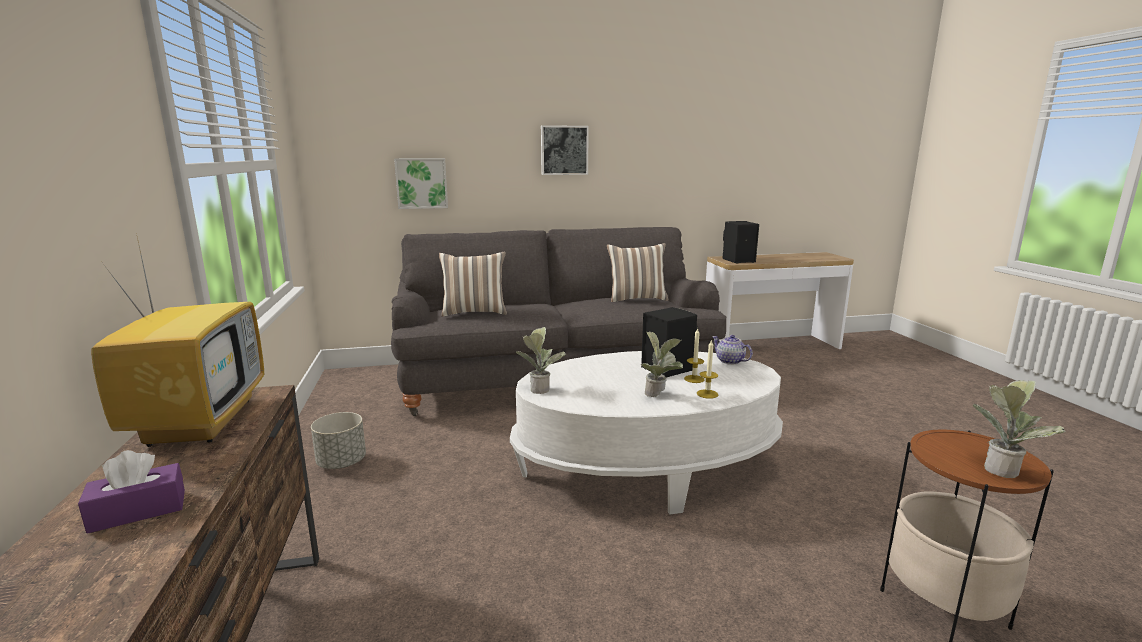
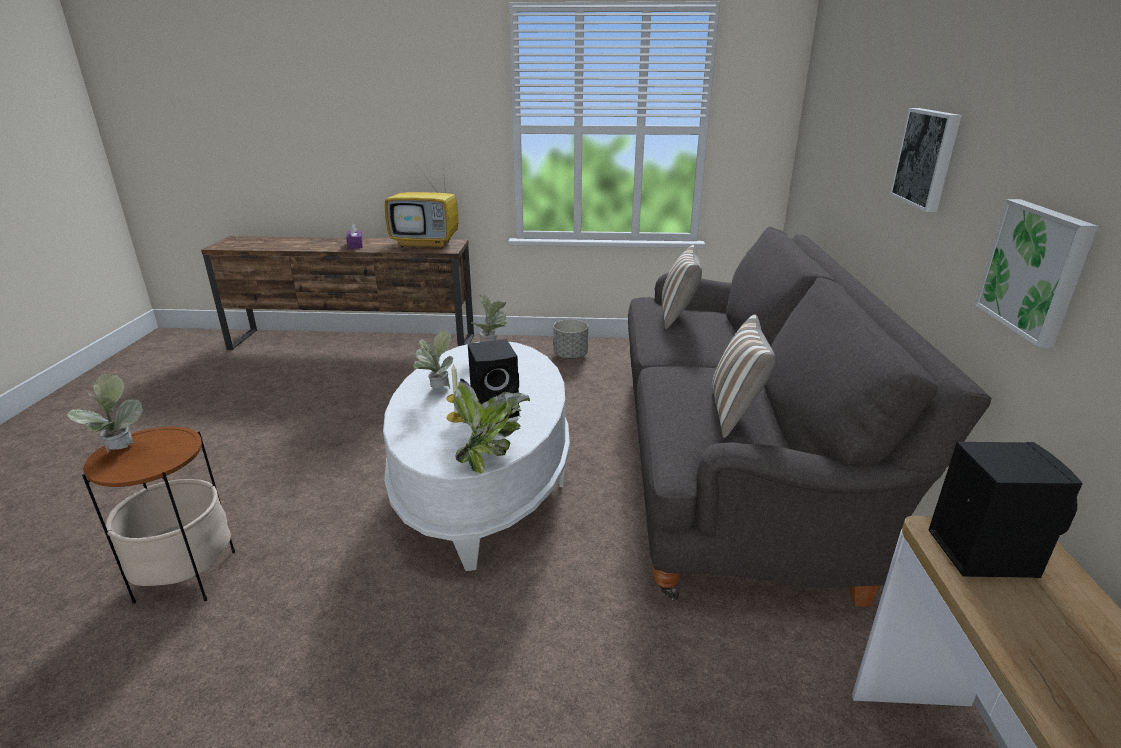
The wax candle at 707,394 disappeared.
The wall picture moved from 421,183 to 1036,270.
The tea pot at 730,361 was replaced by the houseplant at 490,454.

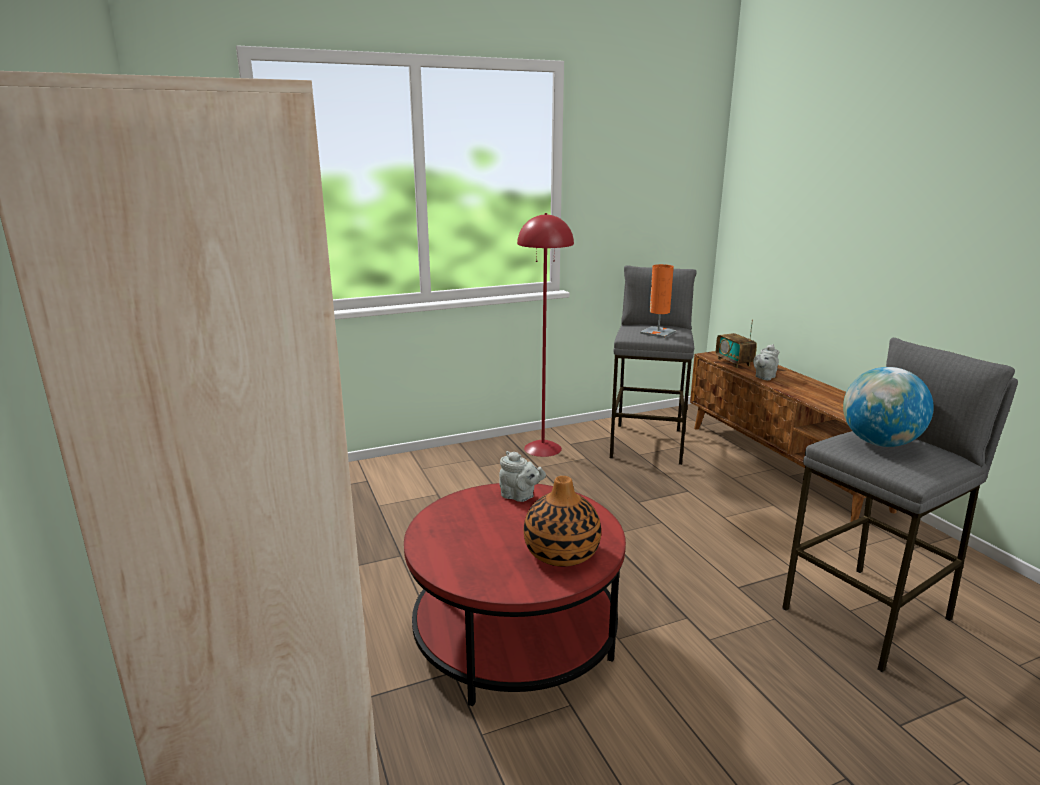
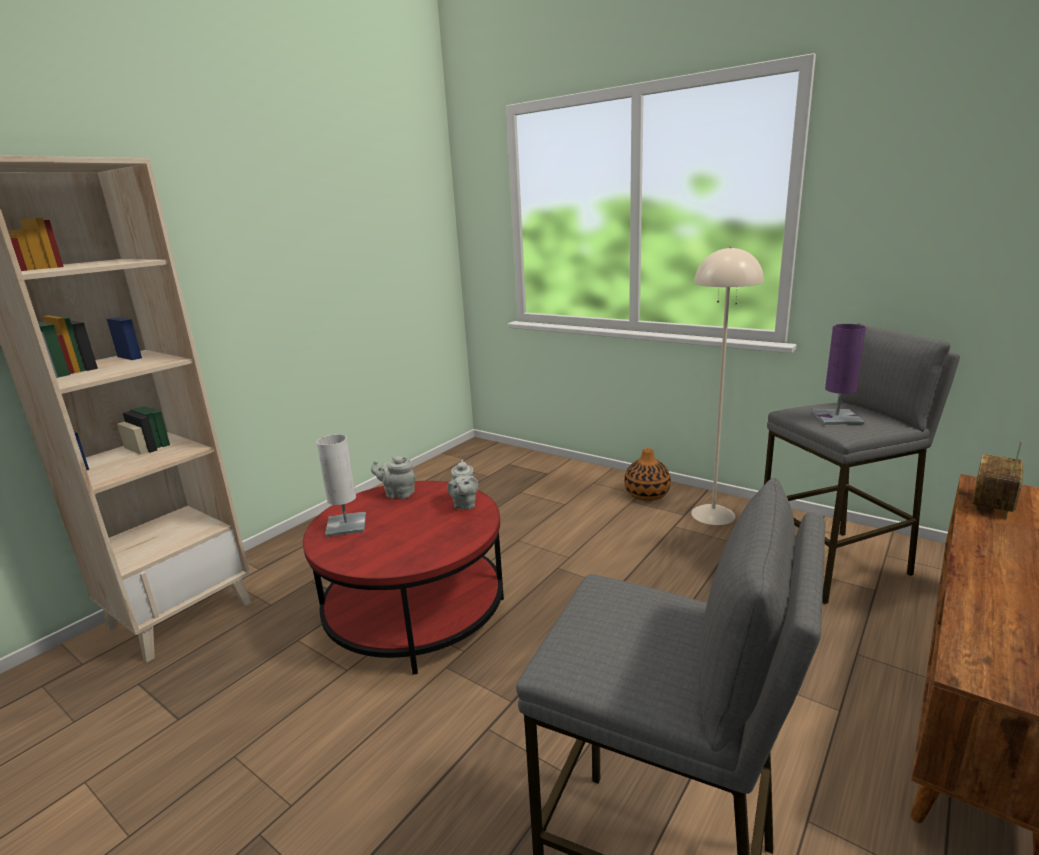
The desk globe at 879,443 disappeared.
The table lamp (whitish) at 346,525 appeared.
The decorative vase moved from 561,552 to 647,494.
The tea pot (greyish) moved from 764,377 to 398,494.
The standing lamp (reddish) at 543,448 became the standing lamp (beige) at 713,514.
The table lamp (orange-coloured) at 658,332 became the table lamp (purplish) at 836,418.

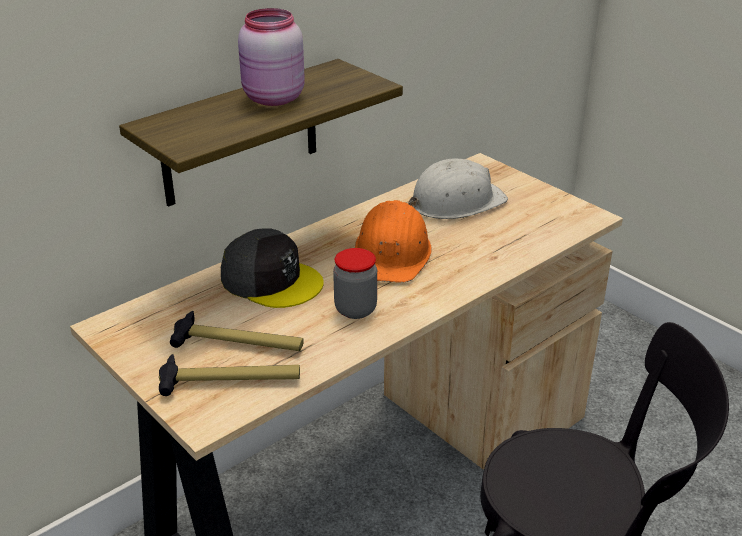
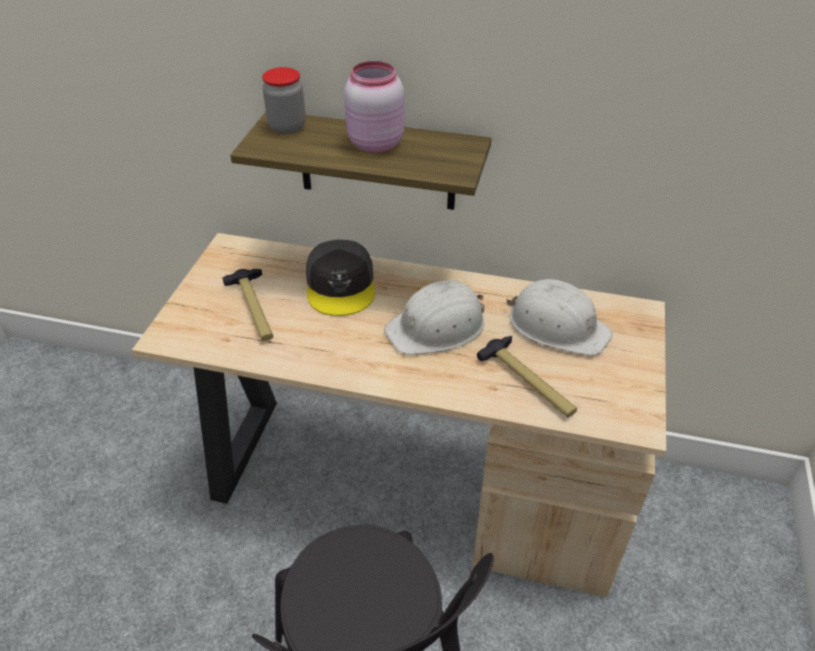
The hammer moved from 230,380 to 529,382.
The storage jar moved from 355,309 to 287,127.
The hard hat (orange-coloured) at 393,253 became the hard hat (whitish) at 437,327.

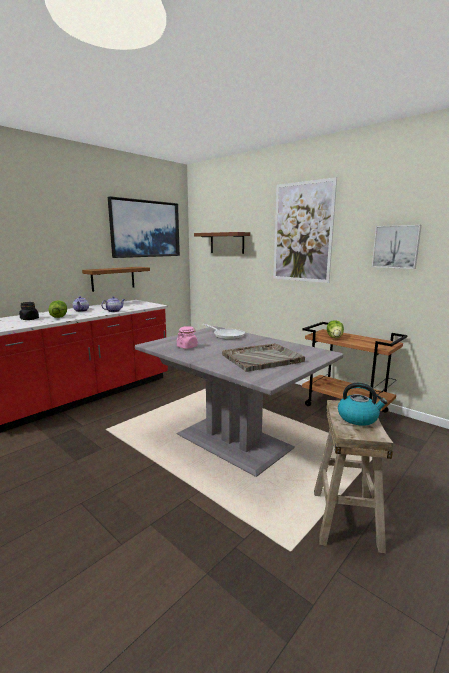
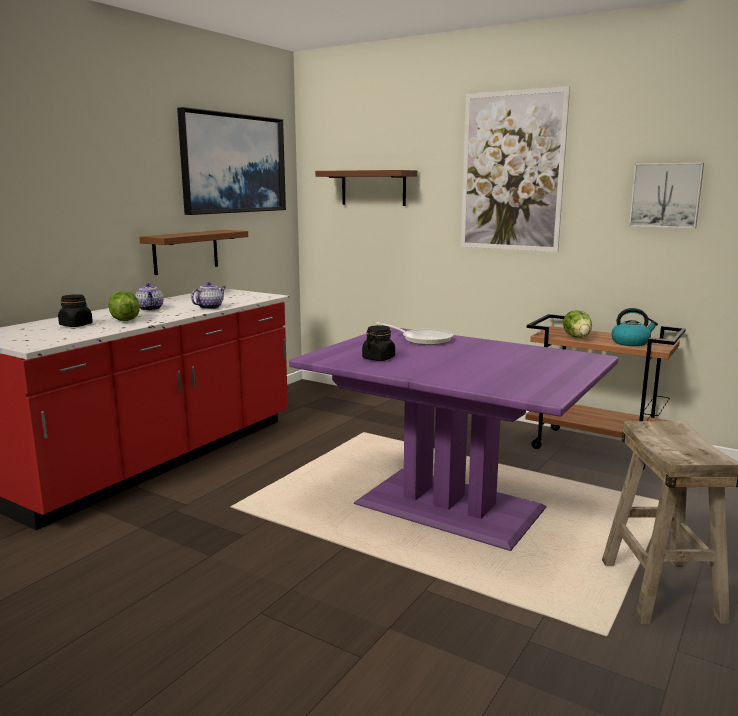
The carrying tray (greyish) at 263,358 disappeared.
The tea kettle moved from 358,418 to 631,343.
The dinner table (greyish) at 234,440 became the dinner table (purplish) at 450,505.
The storage jar (pink) at 187,347 became the storage jar (black-coloured) at 378,358.

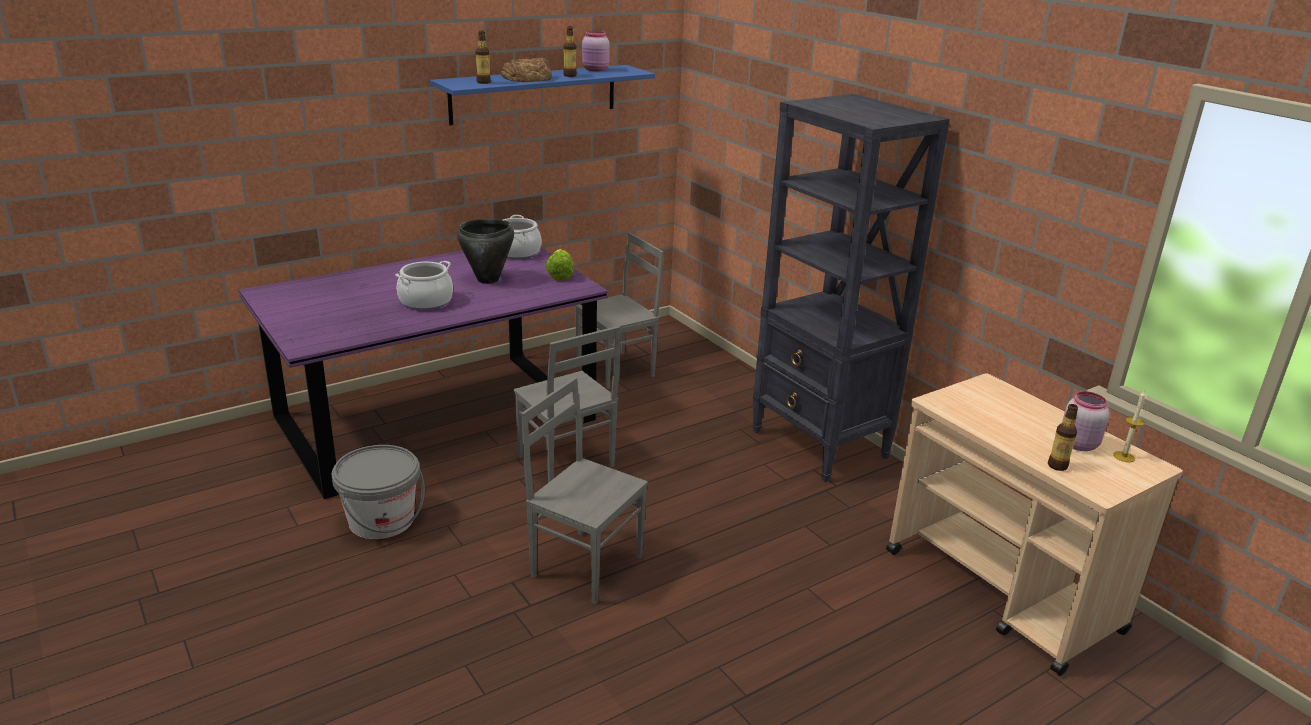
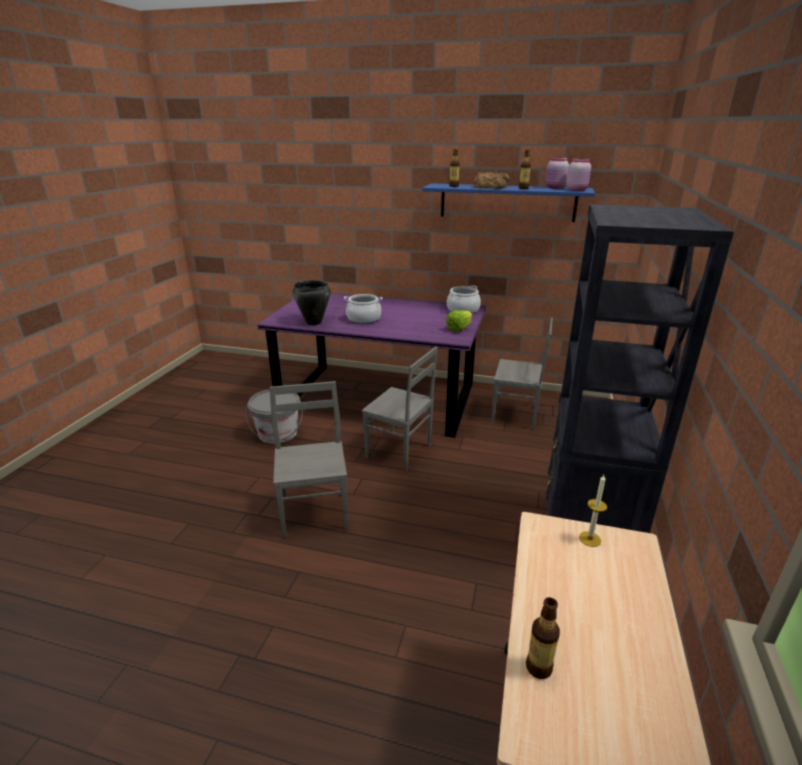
The cooking pot (black-coloured) moved from 488,280 to 313,322.
The storage jar (pink) moved from 1077,444 to 577,190.
The wax candle moved from 1124,456 to 590,539.
The upright chair (greyish) at 565,463 turned 75 degrees counterclockwise.

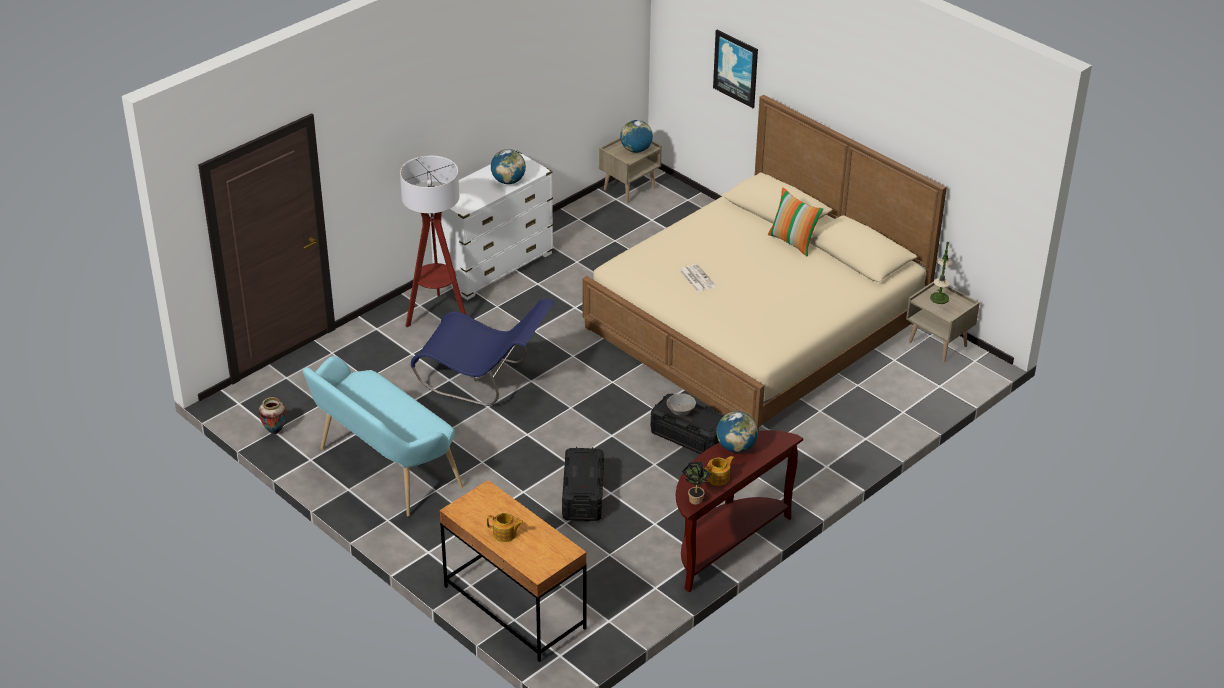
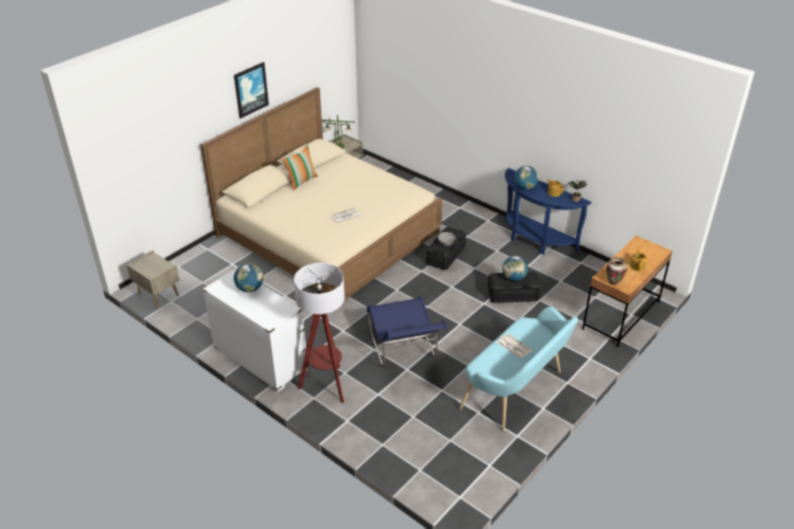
The daily paper at 513,346 appeared.
The decorative vase moved from 275,431 to 613,282.
The desk globe moved from 636,150 to 514,278.
The wall picture moved from 736,68 to 250,89.
The hall table (brown) at 725,543 became the hall table (blue) at 535,240.
The upright chair (blue) at 484,380 turned 150 degrees clockwise.

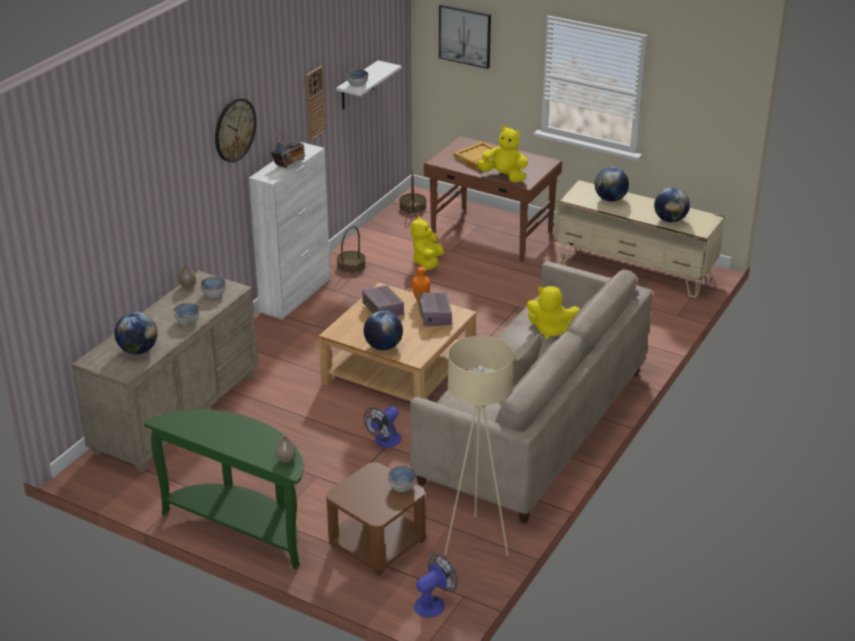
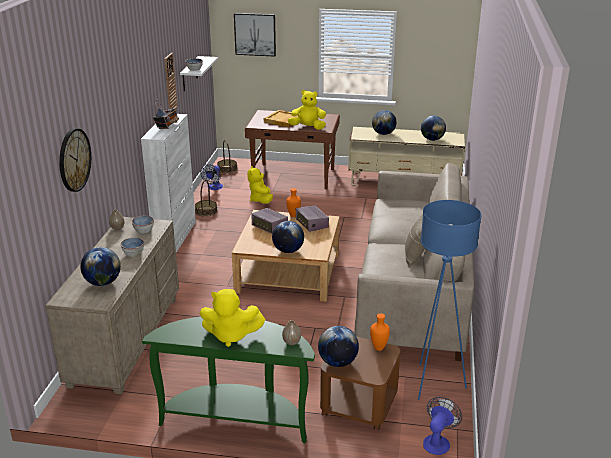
The desk globe at 337,362 appeared.
The hanging clock moved from 234,129 to 74,160.
The cooling fan moved from 385,442 to 214,188.
The soft toy (yellowish) moved from 552,330 to 231,335.
The serving bowl at 402,486 was replaced by the decorative vase (orange-coloured) at 379,348.
The standing lamp (beige) at 476,541 became the standing lamp (blue) at 434,383.

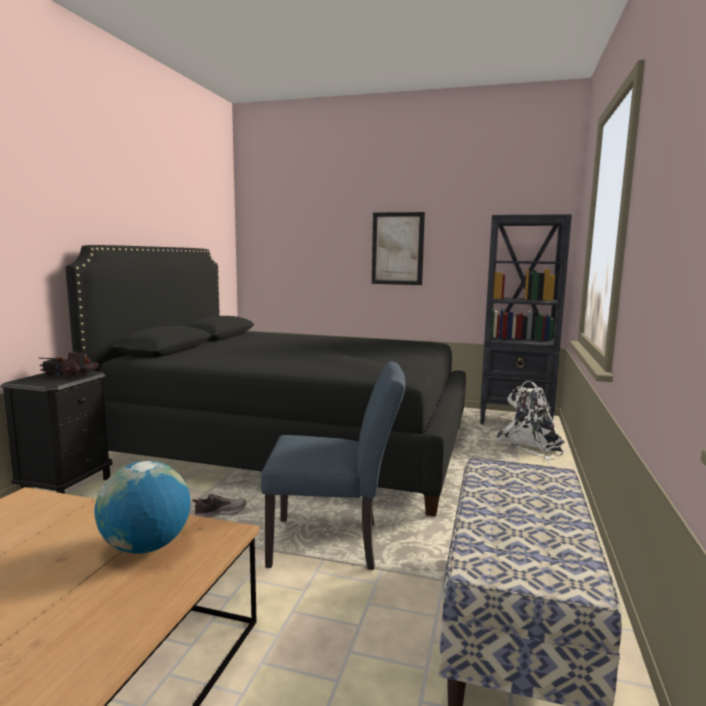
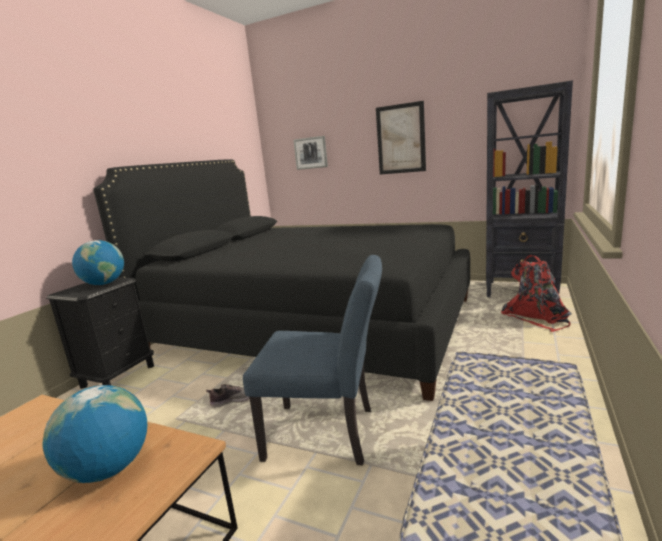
The wall picture at 311,153 appeared.
The model truck at 69,375 was replaced by the desk globe at 104,284.
The knapsack (whitish) at 531,445 became the knapsack (reddish) at 537,317.

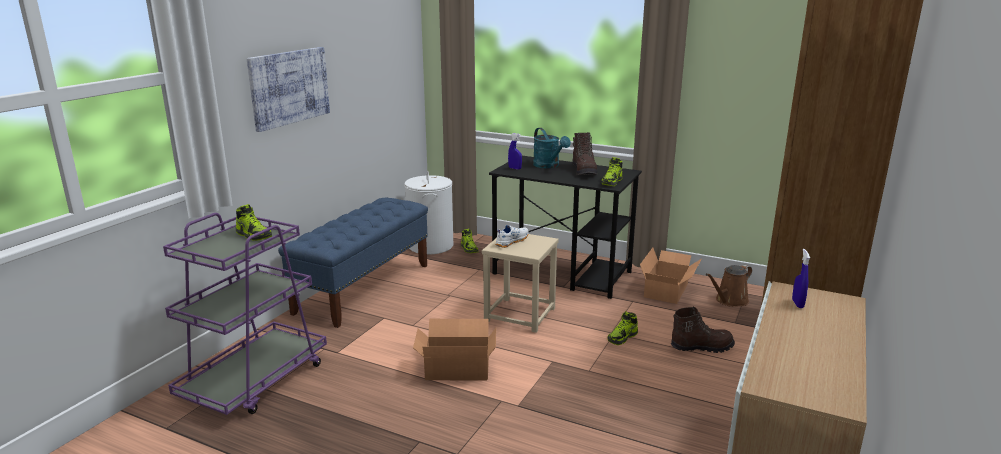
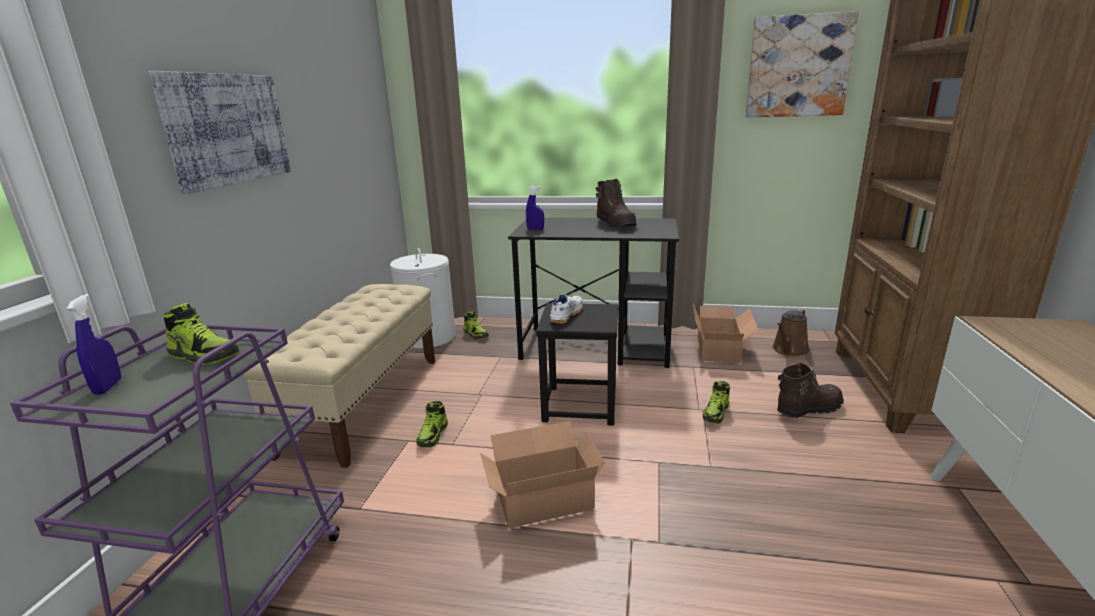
The watering pot (blue-green) at 549,166 disappeared.
The wall picture at 798,67 appeared.
The shoe moved from 612,182 to 433,435.
The spray bottle (blue) moved from 797,304 to 108,387.
The indoor bench (blue) at 364,288 became the indoor bench (beige) at 365,403.
The sitting stool (beige) at 519,315 became the sitting stool (black-coloured) at 580,405.

